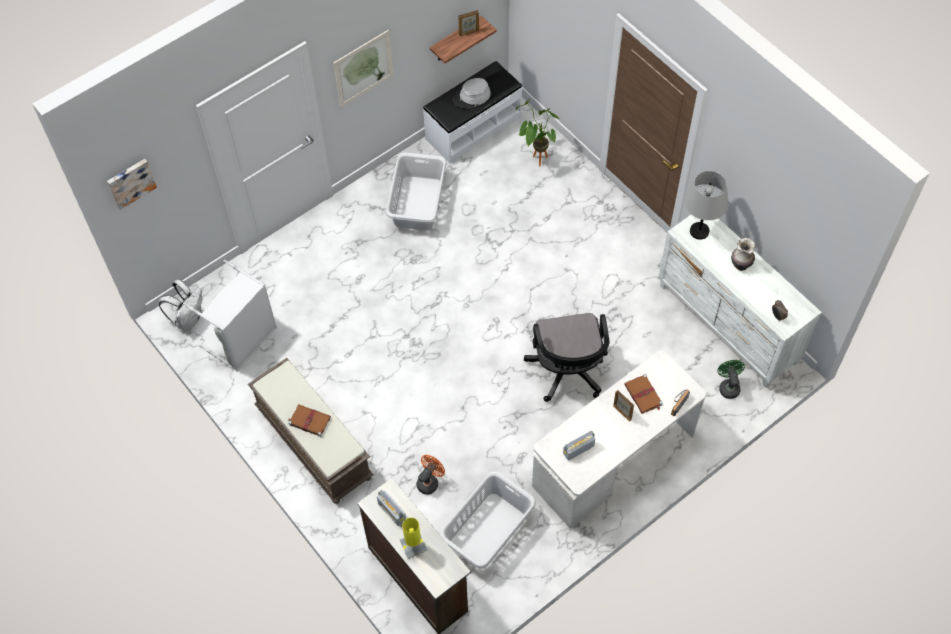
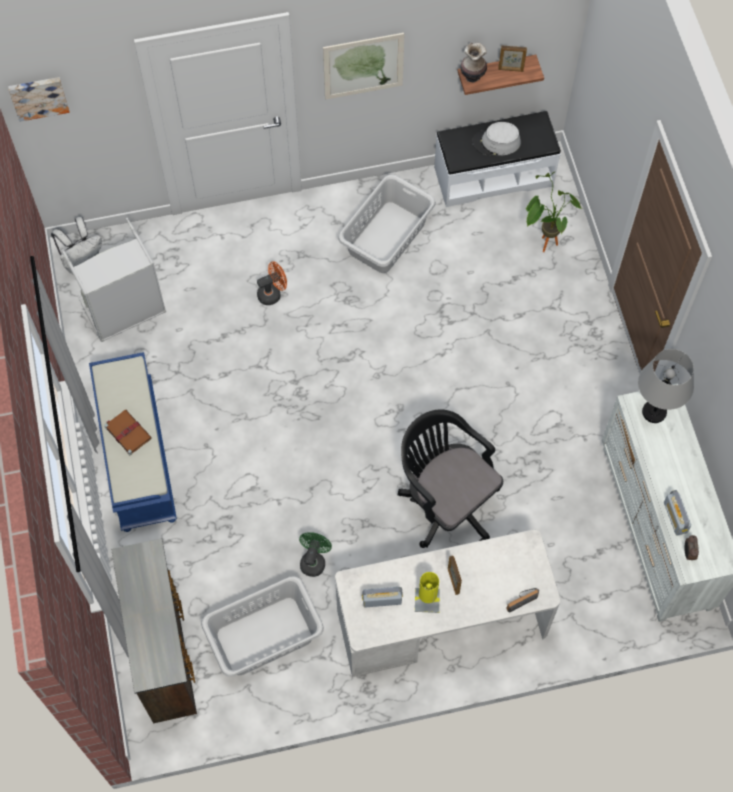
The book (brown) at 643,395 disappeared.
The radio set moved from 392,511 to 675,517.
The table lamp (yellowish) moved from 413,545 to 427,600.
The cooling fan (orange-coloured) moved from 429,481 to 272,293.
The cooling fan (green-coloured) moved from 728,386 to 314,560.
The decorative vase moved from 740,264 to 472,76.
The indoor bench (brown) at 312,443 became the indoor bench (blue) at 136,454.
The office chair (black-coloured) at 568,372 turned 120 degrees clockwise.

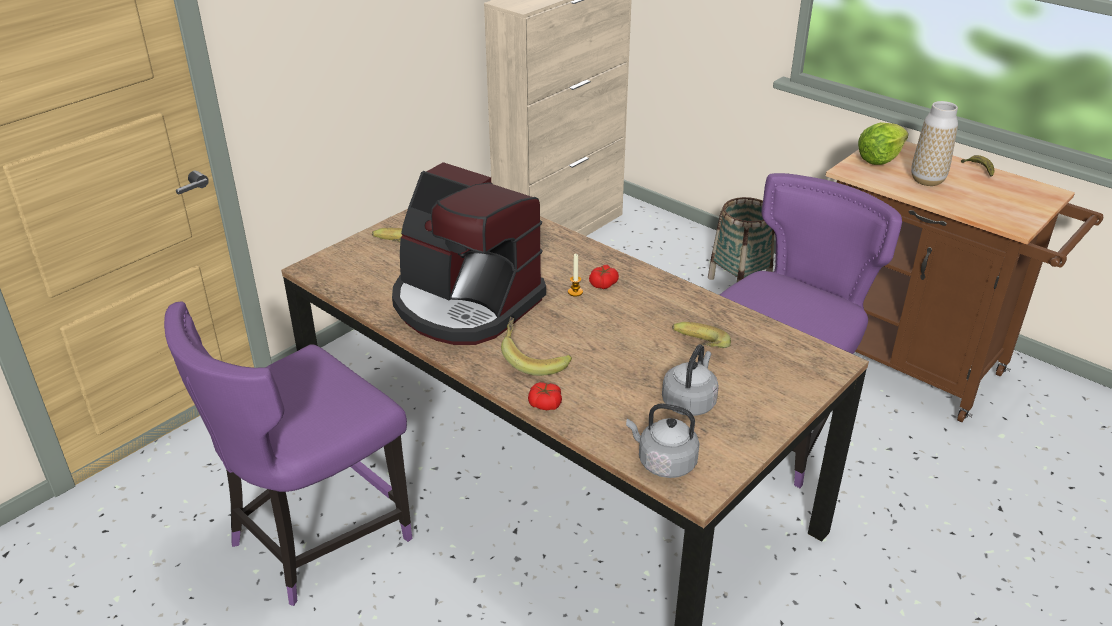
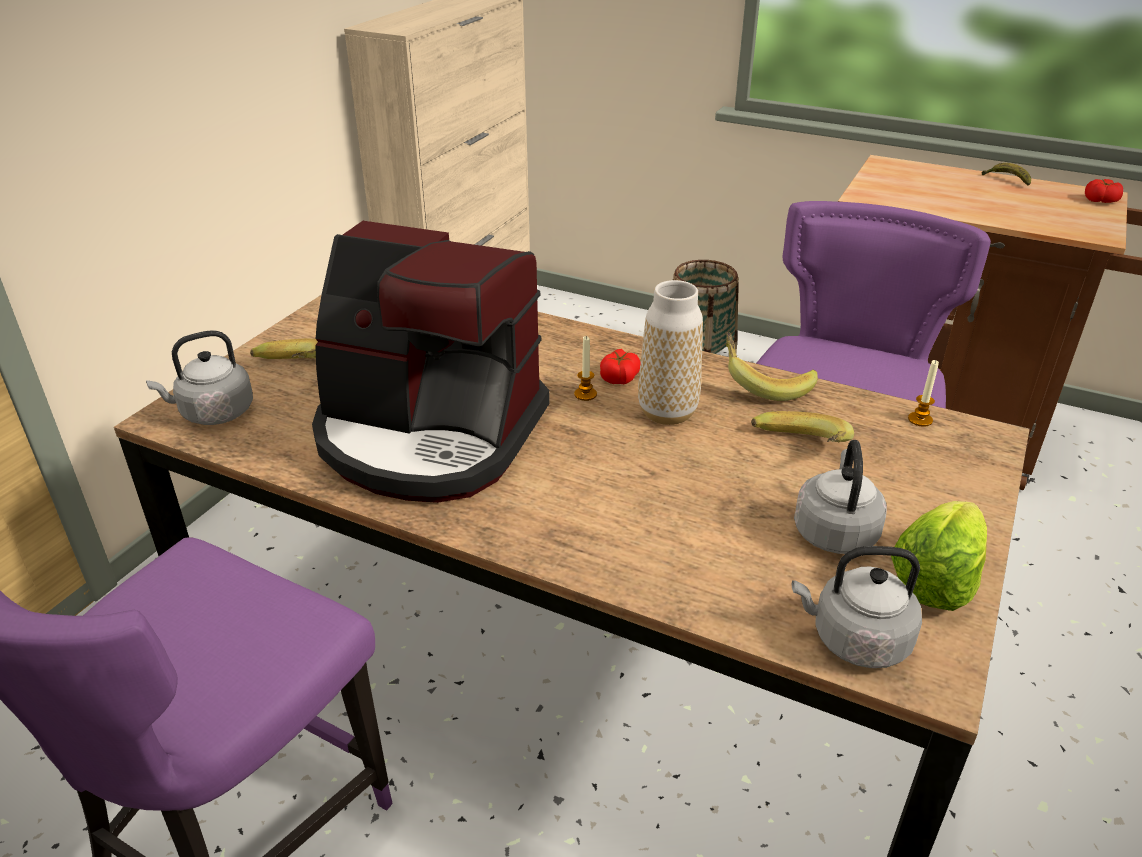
The tea kettle (greyish) at 213,413 appeared.
The wax candle at 920,420 appeared.
The banana fruit moved from 534,359 to 764,384.
The fresh tomato moved from 545,404 to 1100,200.
The head of lettuce moved from 880,159 to 935,580.
The decorative vase moved from 927,180 to 667,413.

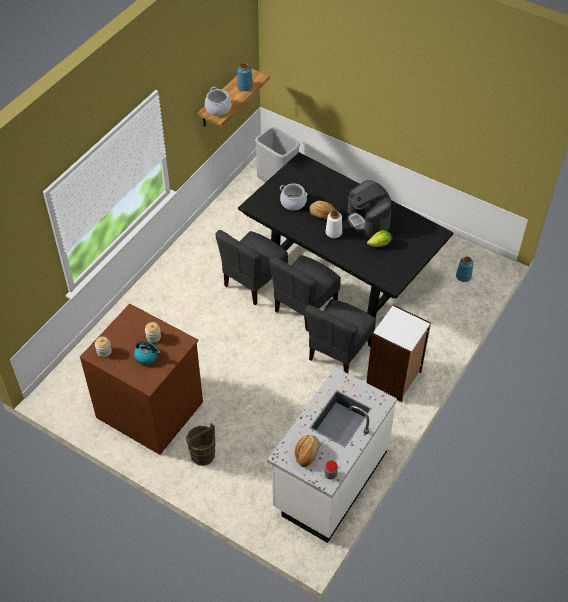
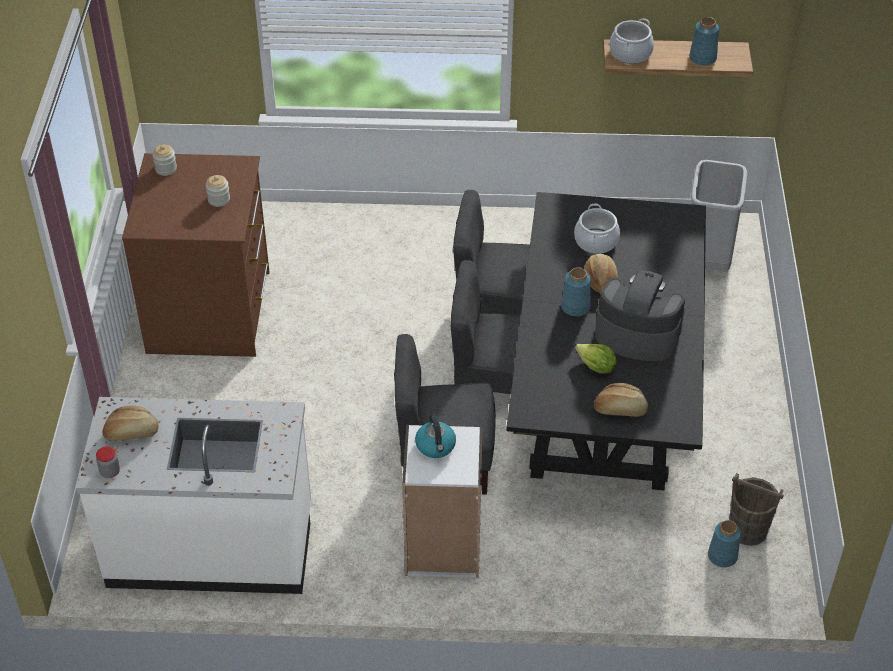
The bakery bread at 620,410 appeared.
The tea kettle moved from 147,356 to 436,446.
The pail (brown) moved from 203,455 to 748,530.
The decorative vase (whitish) at 333,232 became the decorative vase (blue) at 576,307.
The coffee maker at 368,219 turned 75 degrees clockwise.

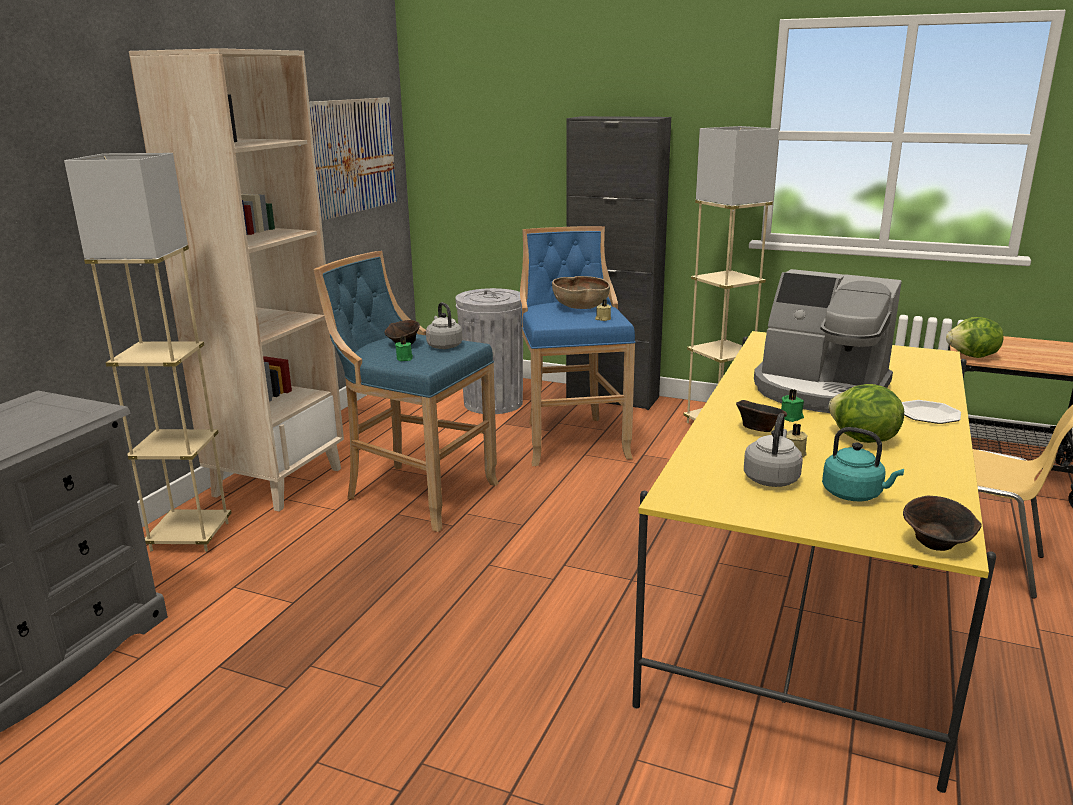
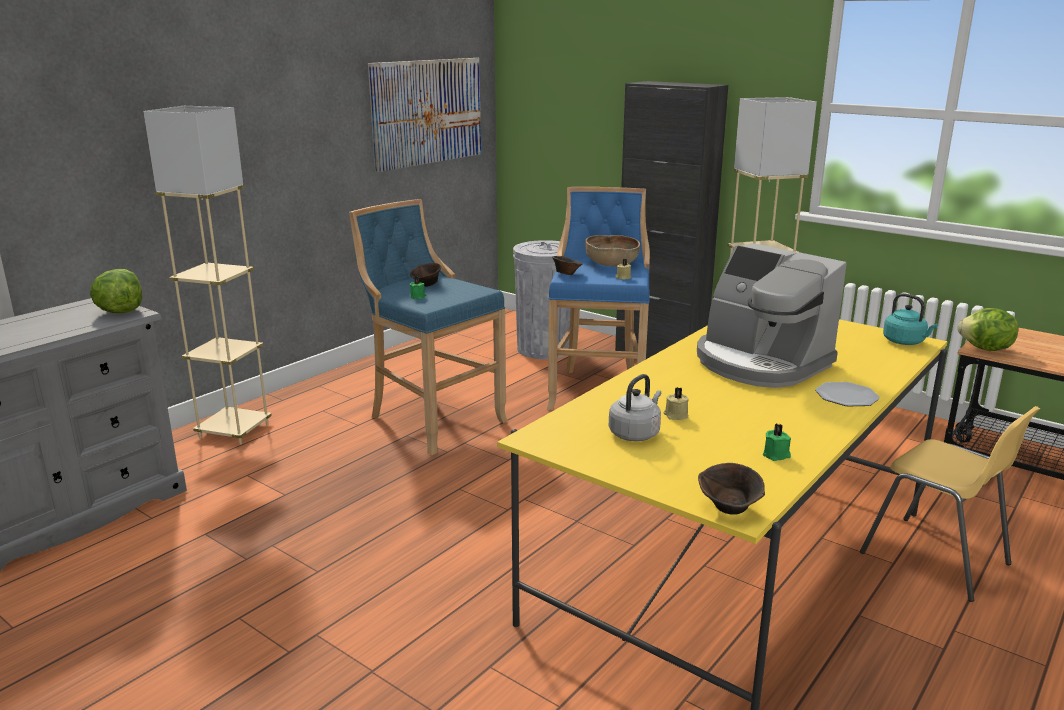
The bookshelf (beige) at 278,481 disappeared.
The tea kettle (greyish) at 444,346 disappeared.
The serving bowl (brown) moved from 758,430 to 566,274.
The wax candle (green-coloured) moved from 791,417 to 776,455.
The tea kettle (blue-green) moved from 855,494 to 905,342.
The head of lettuce moved from 862,439 to 120,311.

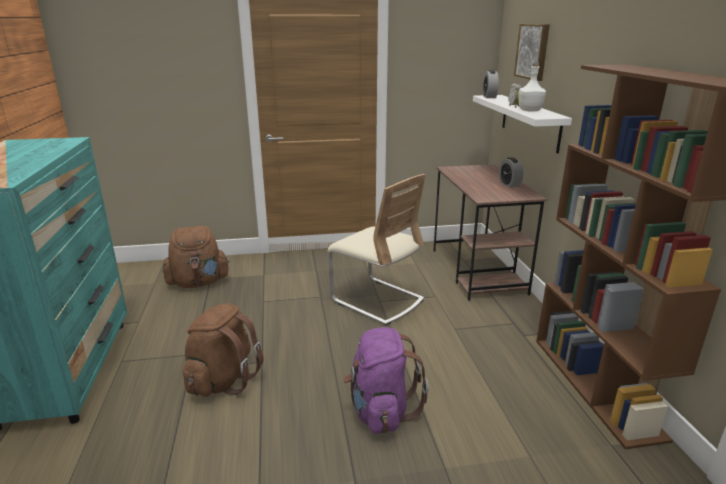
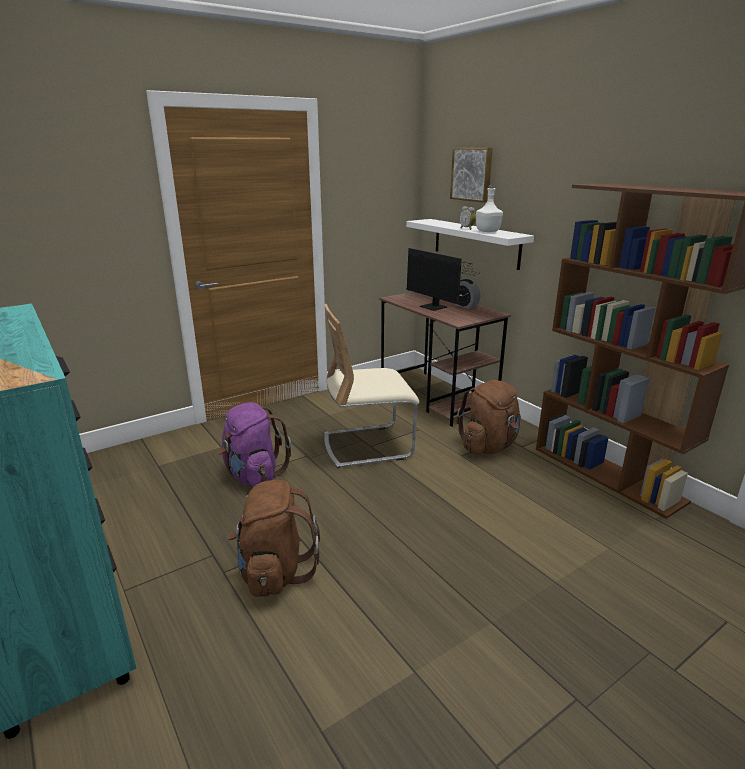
The alarm clock at 489,97 disappeared.
The computer display at 435,308 appeared.
The knapsack (brown) moved from 198,283 to 489,446.
The knapsack (purplish) moved from 381,411 to 253,475.
The upright chair (beige) at 377,300 turned 150 degrees clockwise.

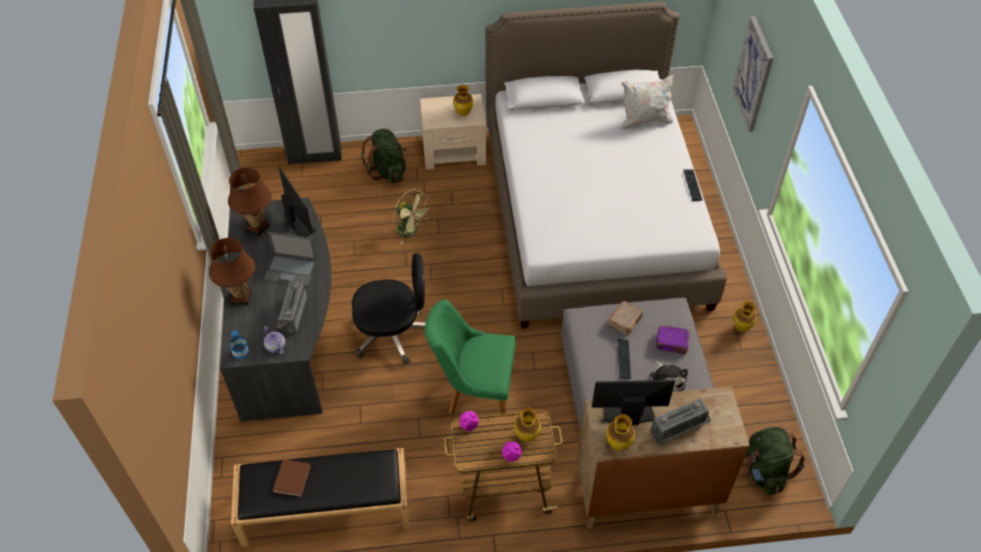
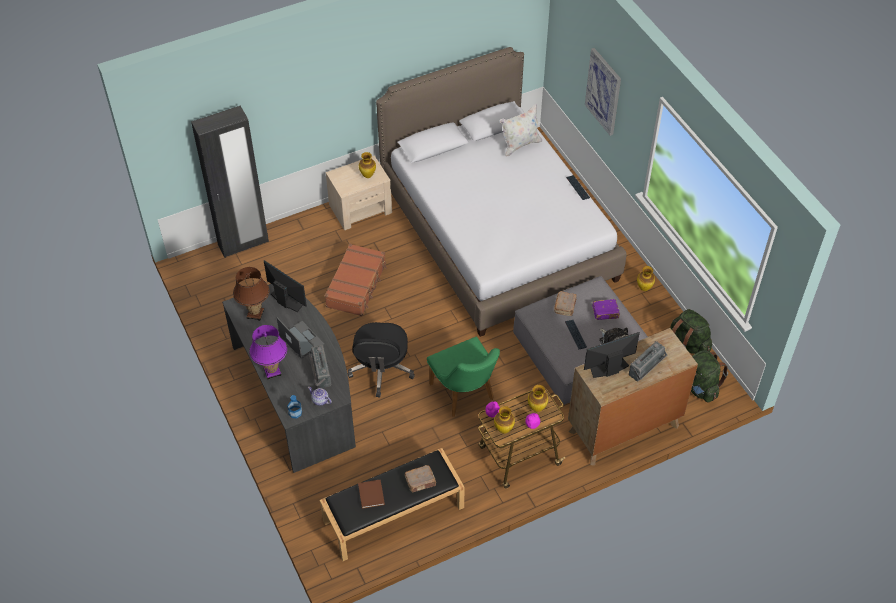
The book (brown) at 421,481 appeared.
The knapsack (green-coloured) moved from 388,171 to 687,344.
The decorative vase moved from 618,444 to 503,429.
The cooling fan (green-coloured) at 411,231 was replaced by the piece of luggage (brown) at 357,285.
The table lamp (brown) at 241,297 became the table lamp (purplish) at 272,372.
The laptop at 291,270 turned 120 degrees counterclockwise.
The office chair (black-coloured) at 393,333 turned 120 degrees clockwise.
The upright chair (green-coloured) at 473,392 turned 105 degrees counterclockwise.

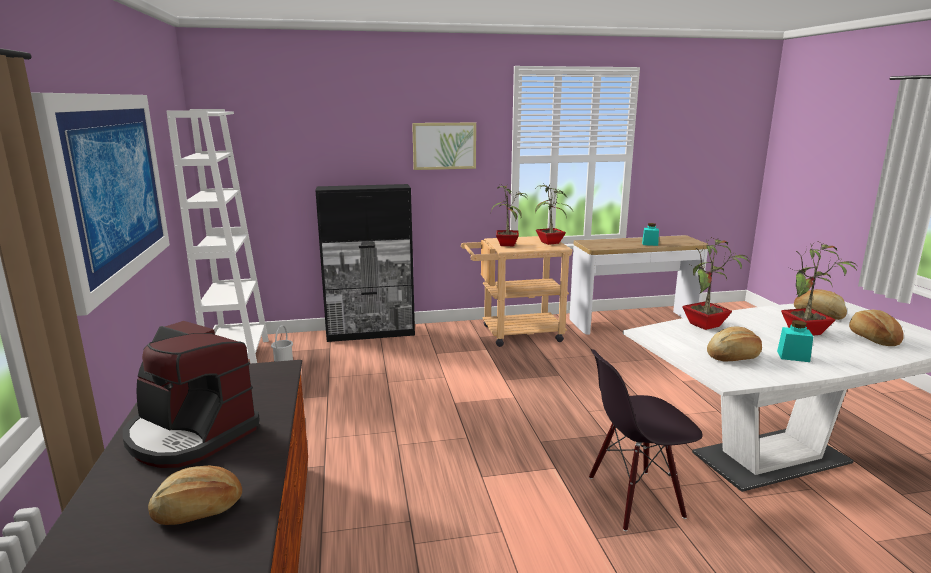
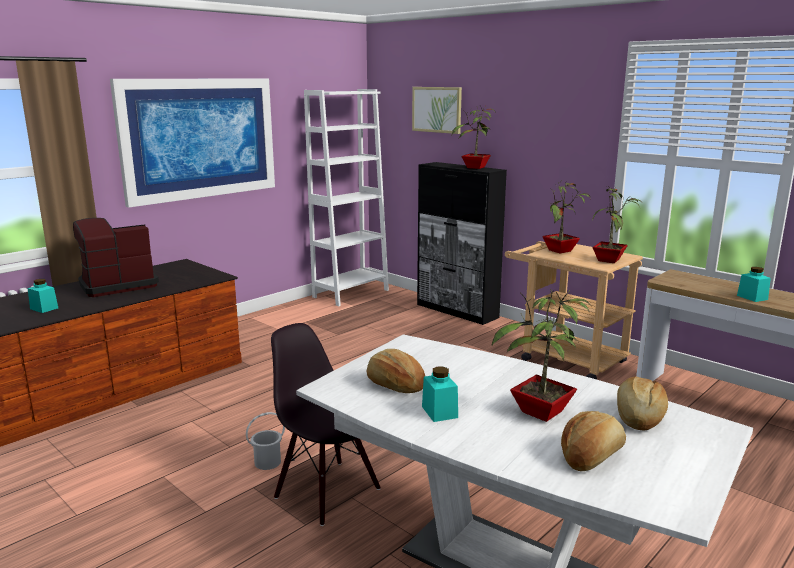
The pail (whitish) moved from 283,361 to 267,462.
The wall picture moved from 444,146 to 437,109.
The houseplant moved from 706,326 to 475,168.
The bakery bread at 198,511 was replaced by the storage jar (blue-green) at 44,308.
The coffee maker at 190,434 turned 60 degrees clockwise.

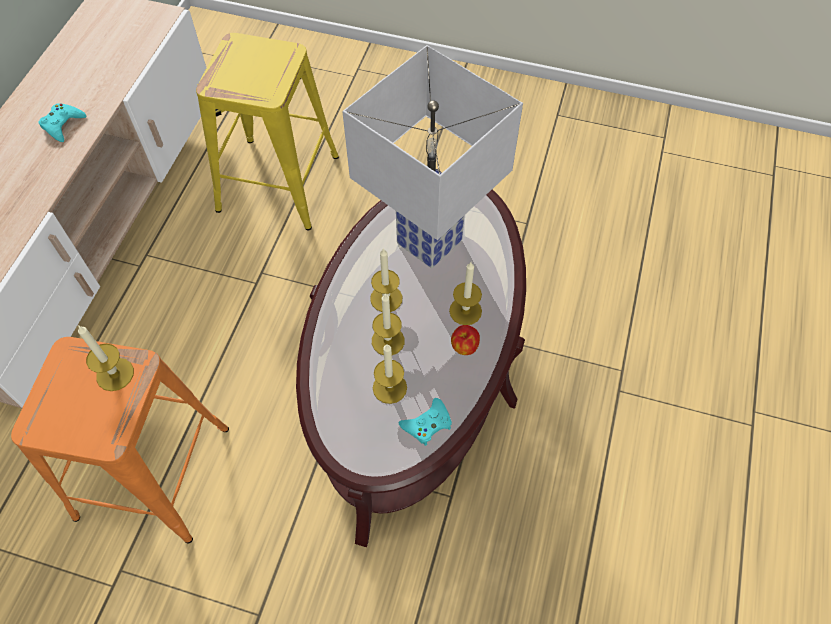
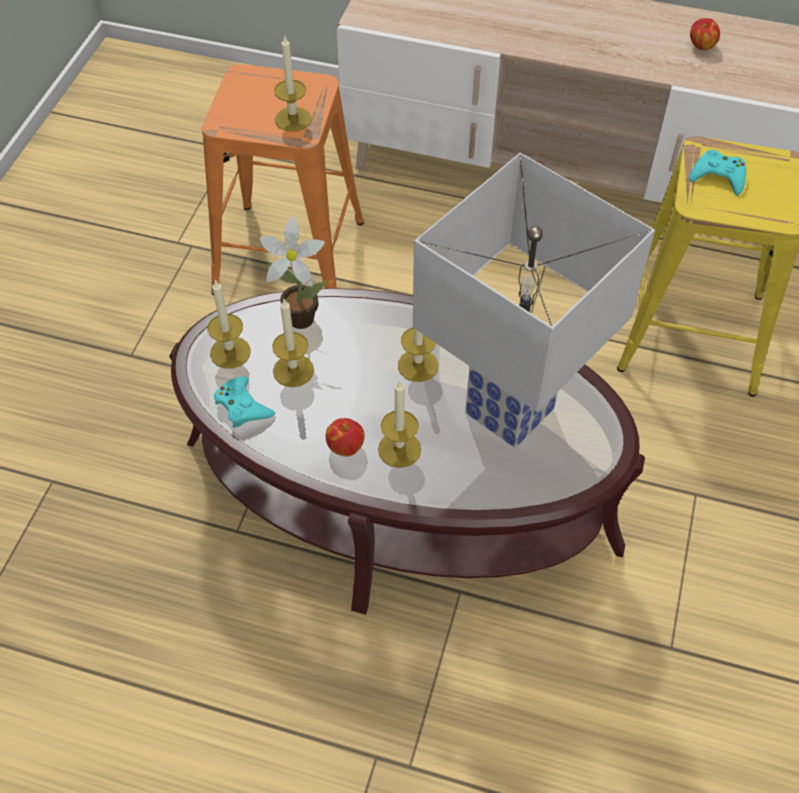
The houseplant at 298,316 appeared.
The apple at 701,46 appeared.
The gamepad (blue-green) moved from 63,125 to 718,176.
The wax candle moved from 388,341 to 230,352.

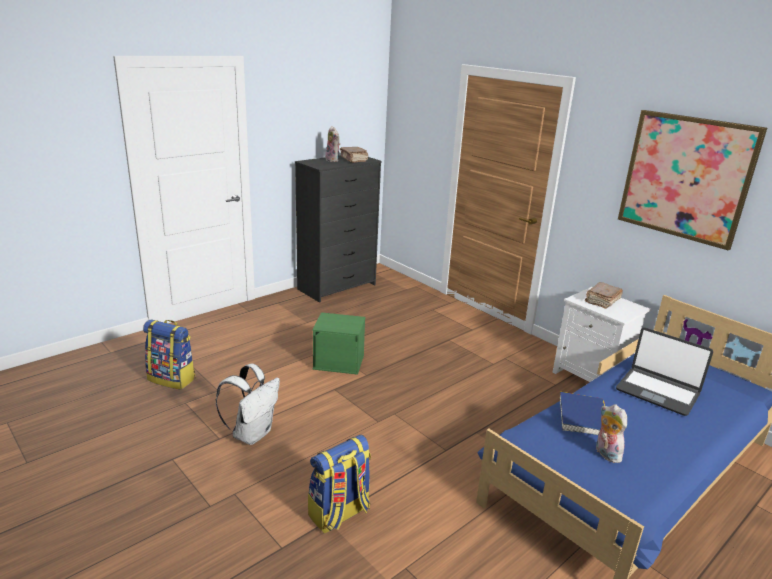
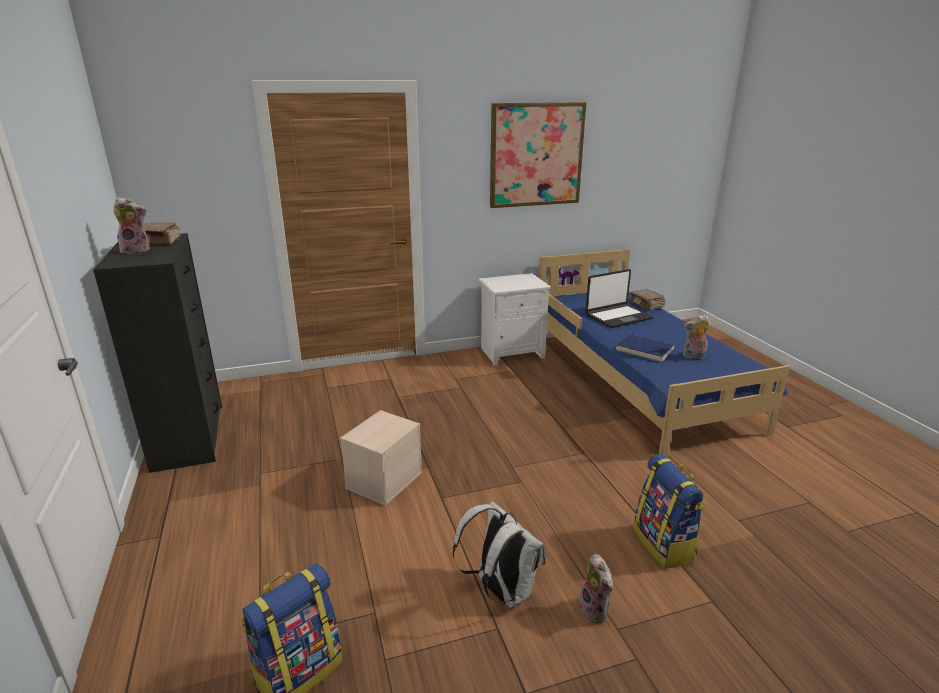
The soft toy at 595,610 appeared.
The book (brown) moved from 602,301 to 646,305.
The storage container (green-coloured) at 339,361 became the storage container (beige) at 384,479.

